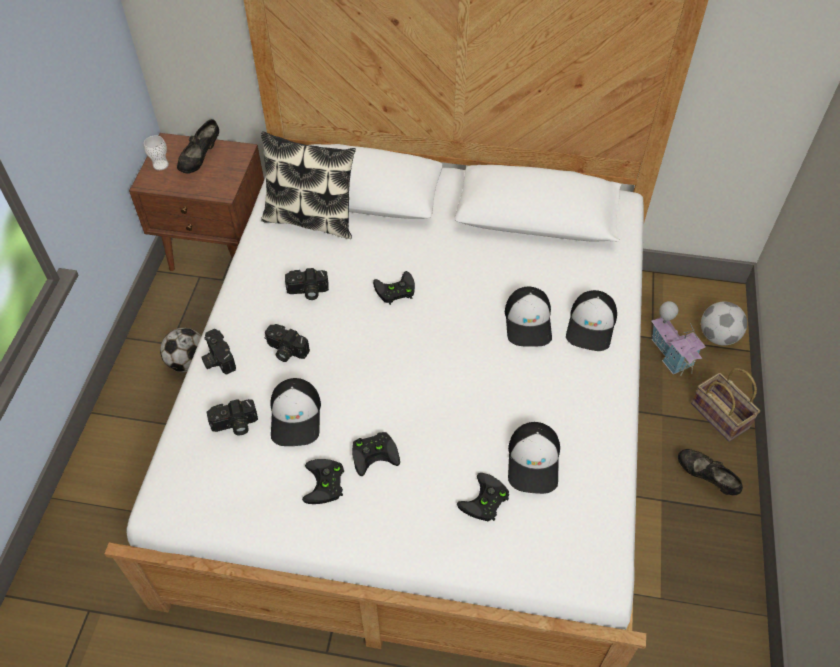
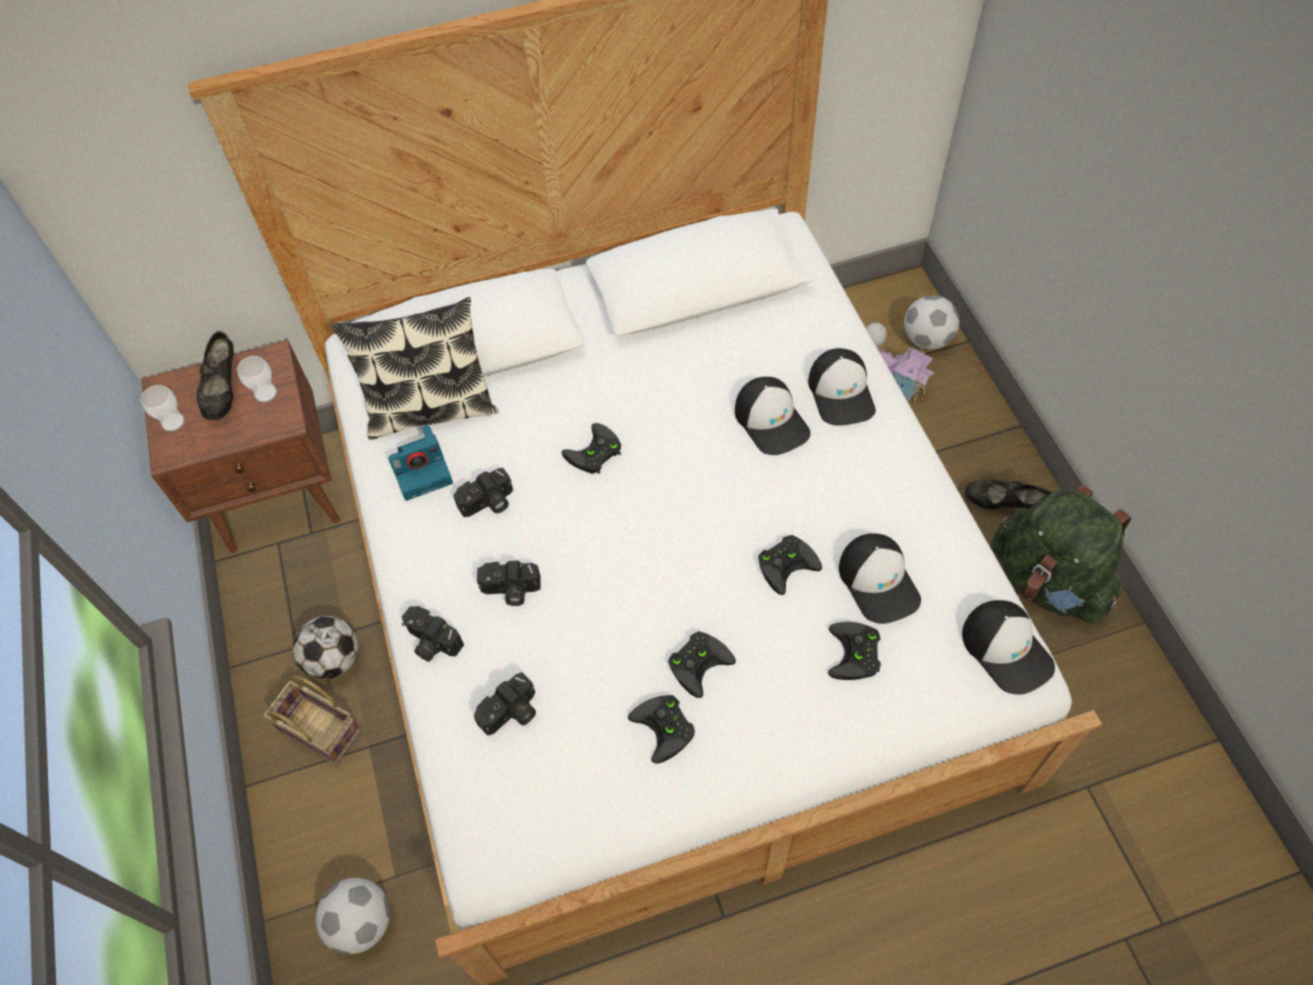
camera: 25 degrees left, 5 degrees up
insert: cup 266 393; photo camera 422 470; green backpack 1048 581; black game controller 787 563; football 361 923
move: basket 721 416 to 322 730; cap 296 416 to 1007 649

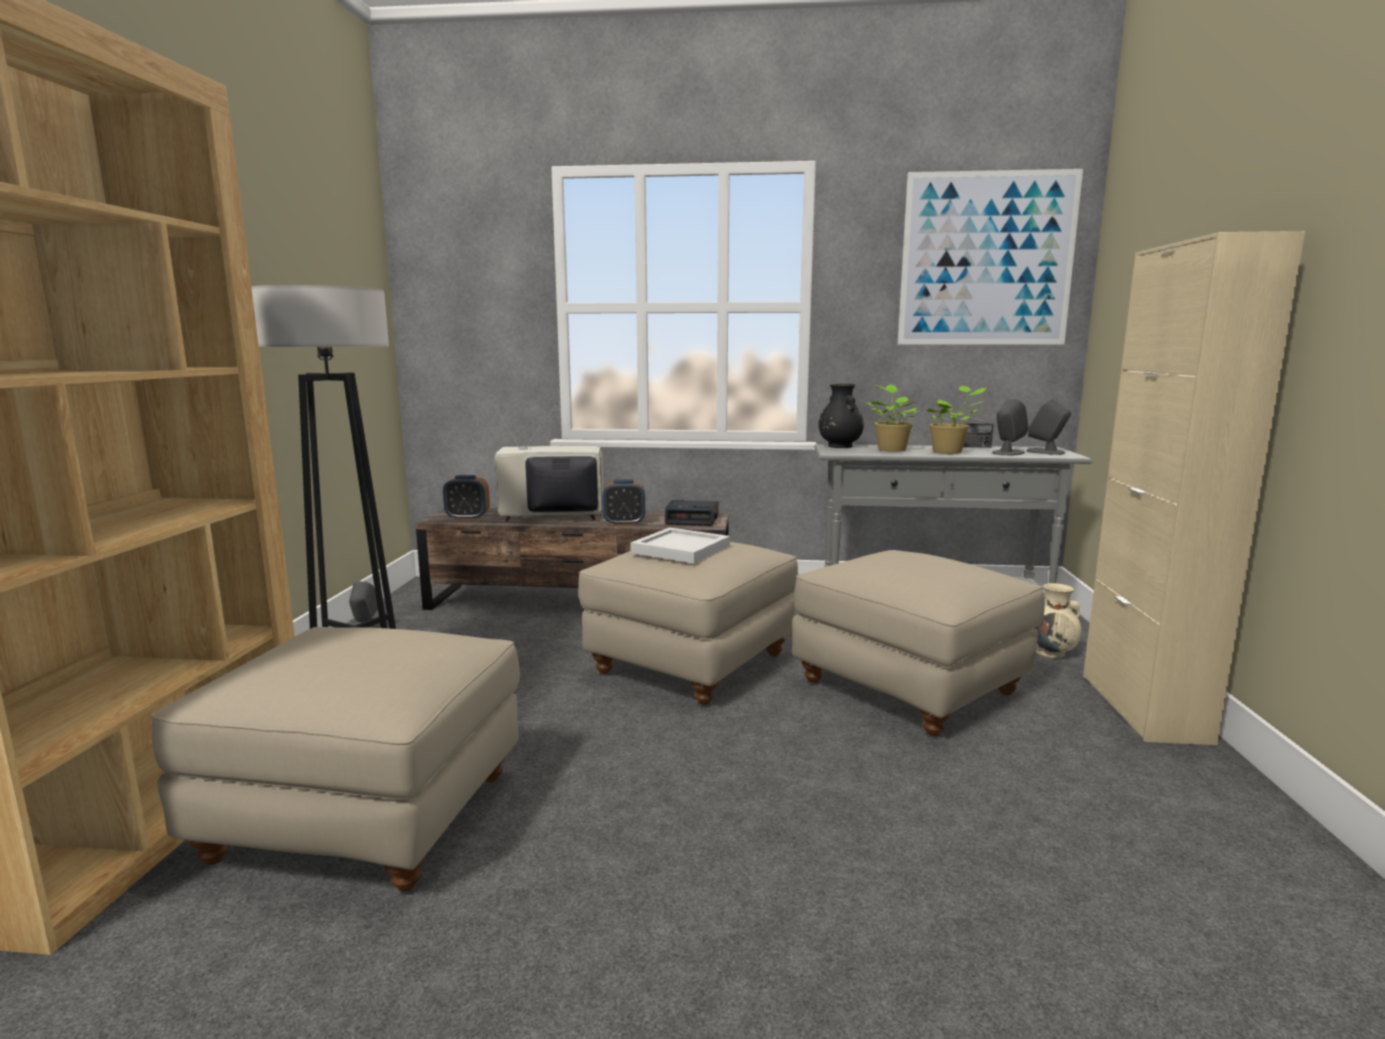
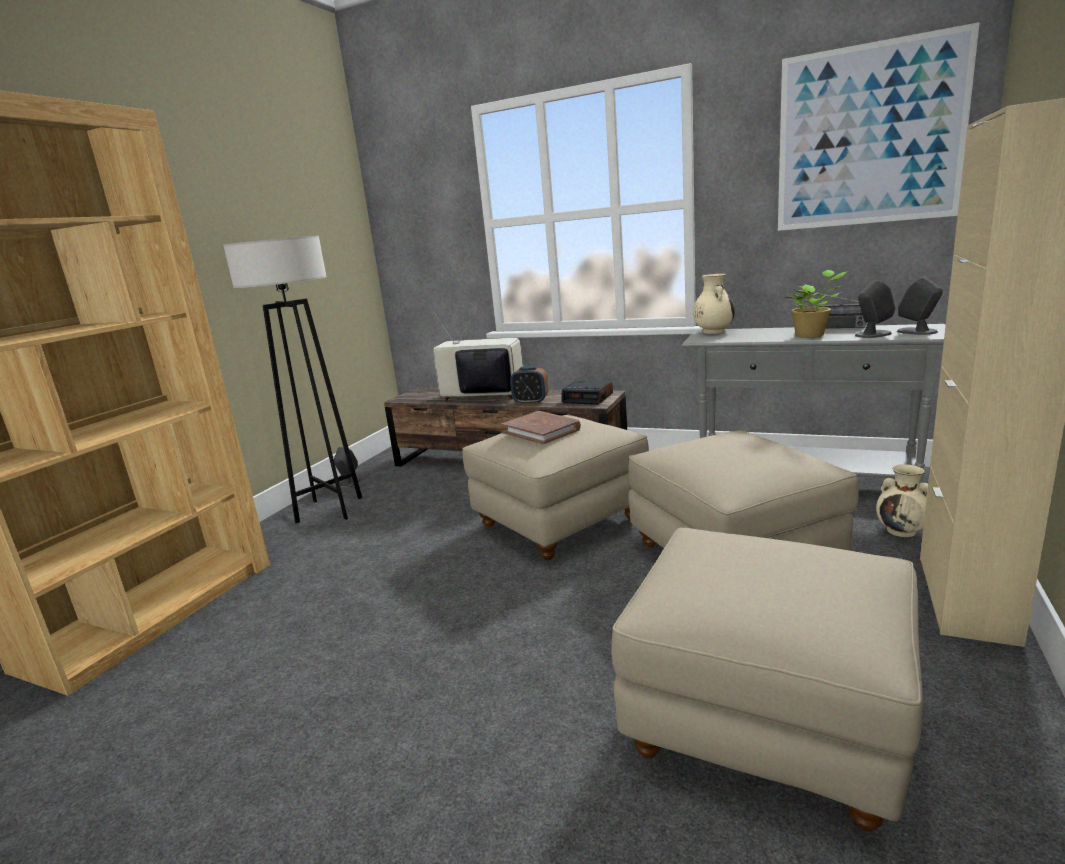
camera: 20 degrees right, 5 degrees up
delete: potted plant 891 449; alarm clock 467 518
move: beige ottoman 367 817 to 766 722
replace: white tray 681 549 to brown book 542 431
recolor: black vase 839 446 to beige vase 713 331

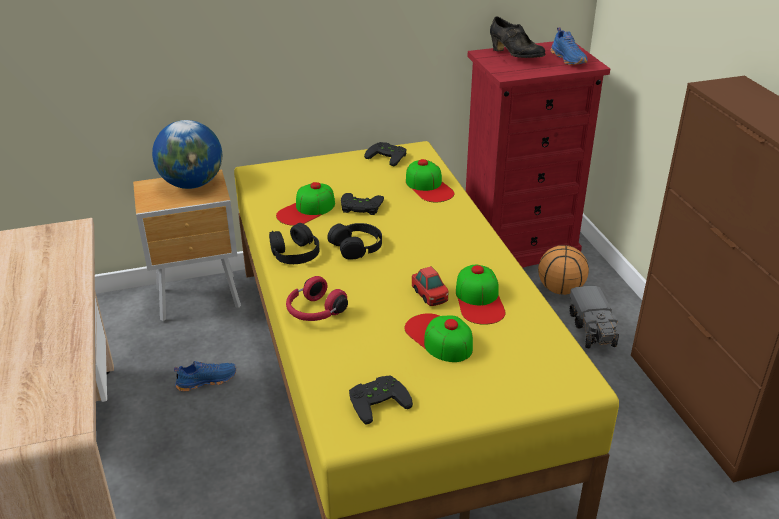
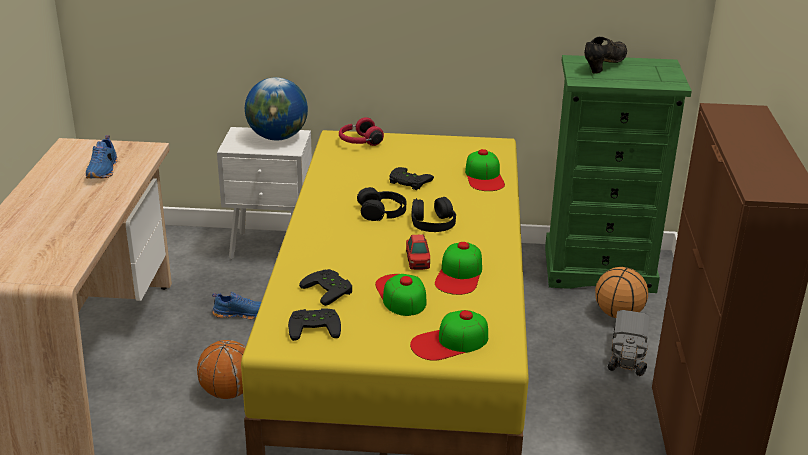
camera: 20 degrees right, 5 degrees down
insert: basketball 228 392
move: blue shoe 569 59 to 103 171; black game controller 388 156 to 330 289; cap 306 210 to 450 342; black headphones 295 253 to 432 223; red headphones 314 312 to 359 142
recolor: red dresser 518 248 to green dresser 599 269; brown nightstand 200 299 to white nightstand 272 249
rotate: black shoe 515 56 = 604 66 120 degrees counterclockwise

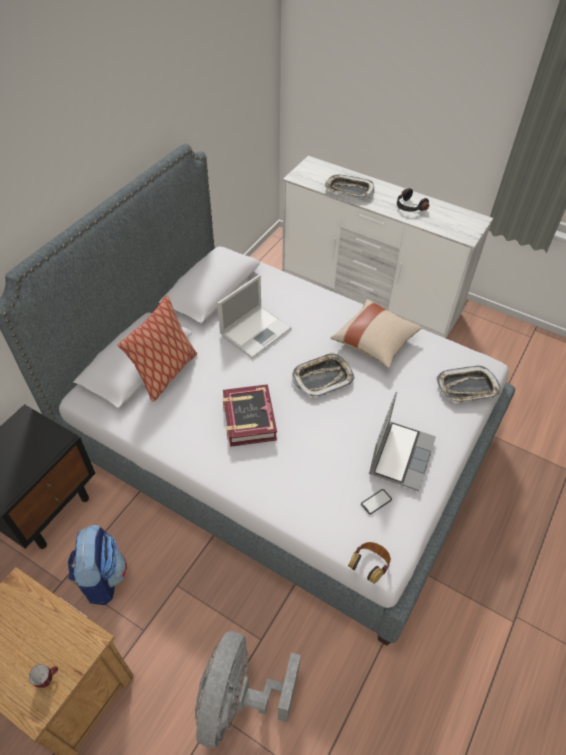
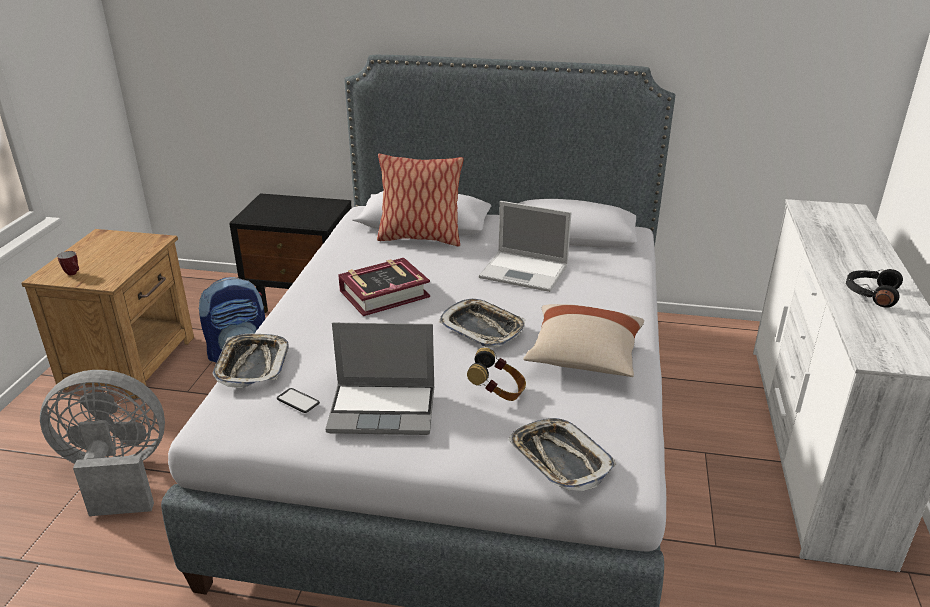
camera: 70 degrees right, 20 degrees down
move: tray 349 190 to 252 365; headphones 369 566 to 498 392

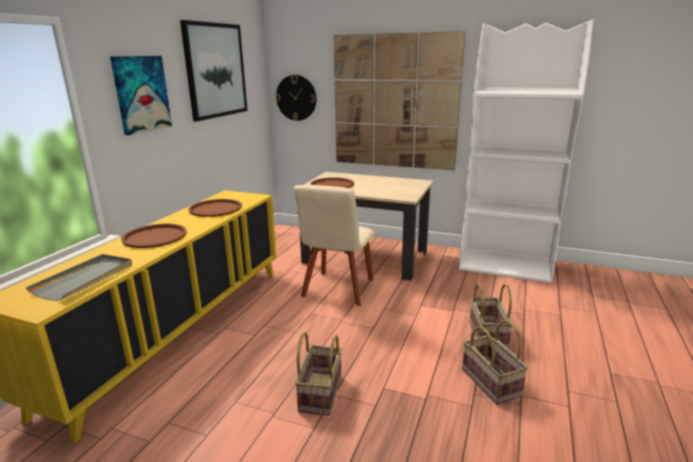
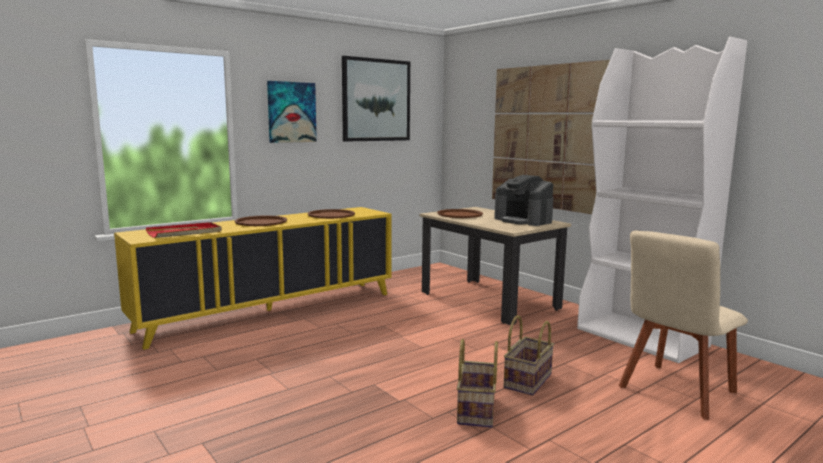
camera: 30 degrees right, 10 degrees down
delete: wall clock 296 98; basket 319 392
insert: coffee machine 523 220
move: beige chair 337 290 to 675 392
recolor: grey tray 85 279 to red tray 185 232

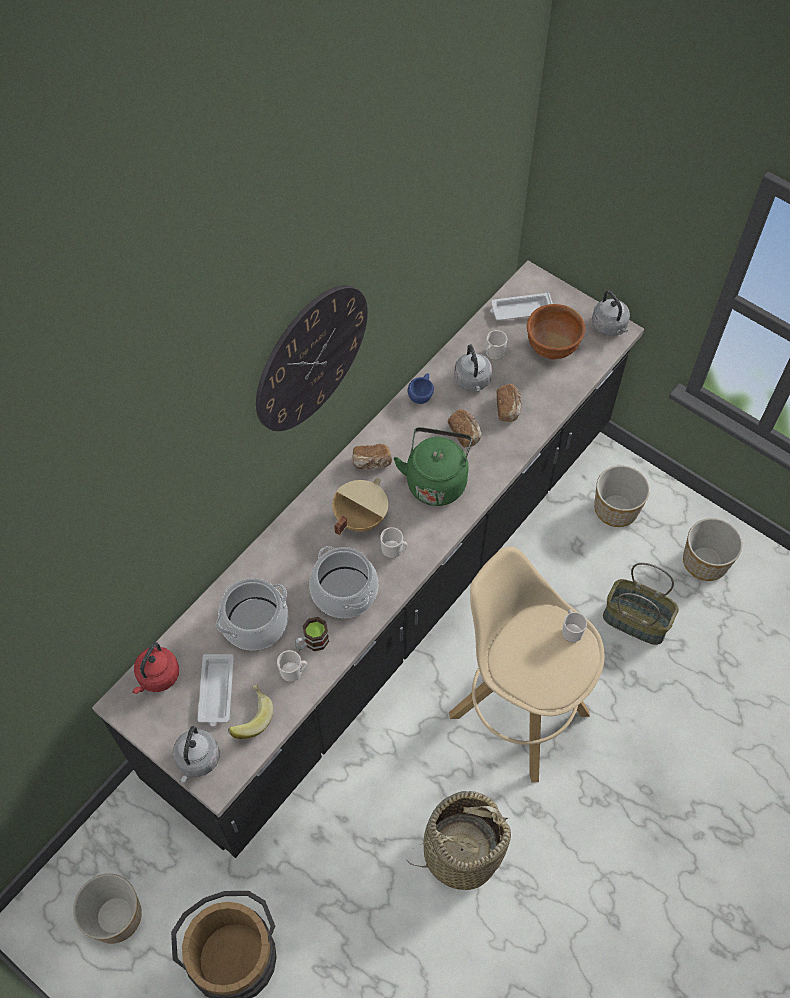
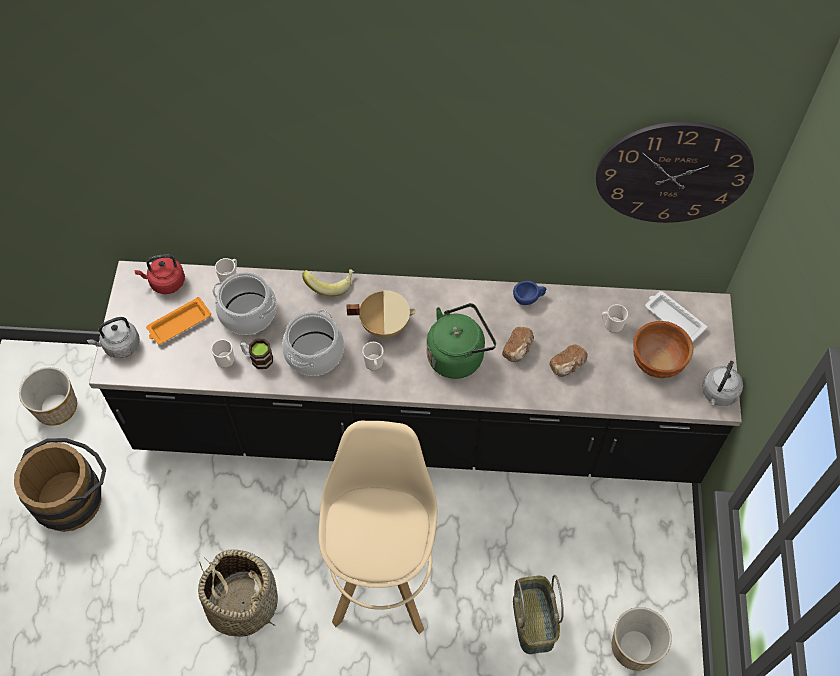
camera: 55 degrees right, 0 degrees up
delete: grey kettle 472 381; bread 372 463; planter 616 508
move: wall clock 311 358 to 673 173; mug 571 630 to 230 277; banana 250 717 to 330 284
recolor: white tray 216 691 to orange tray 178 324

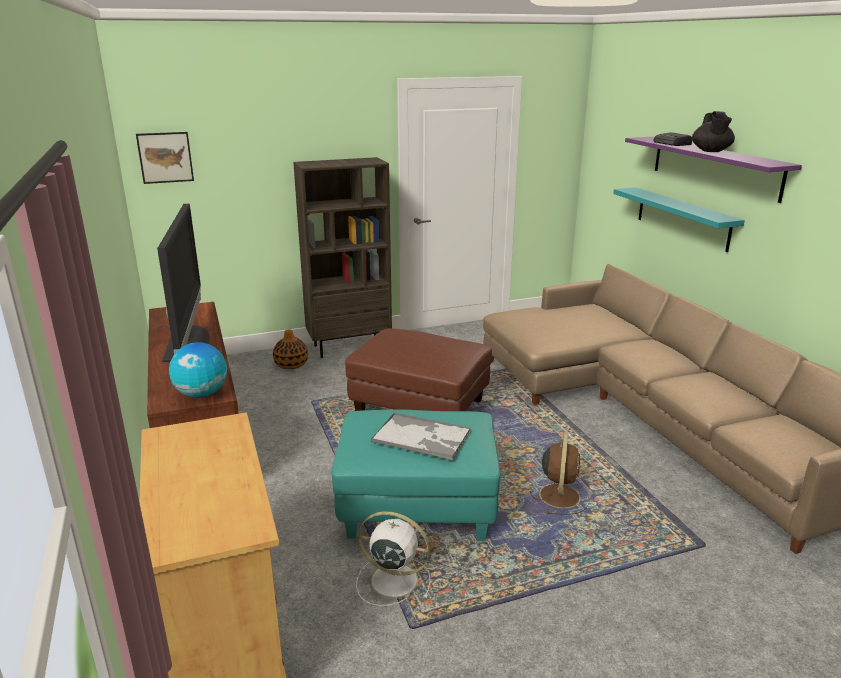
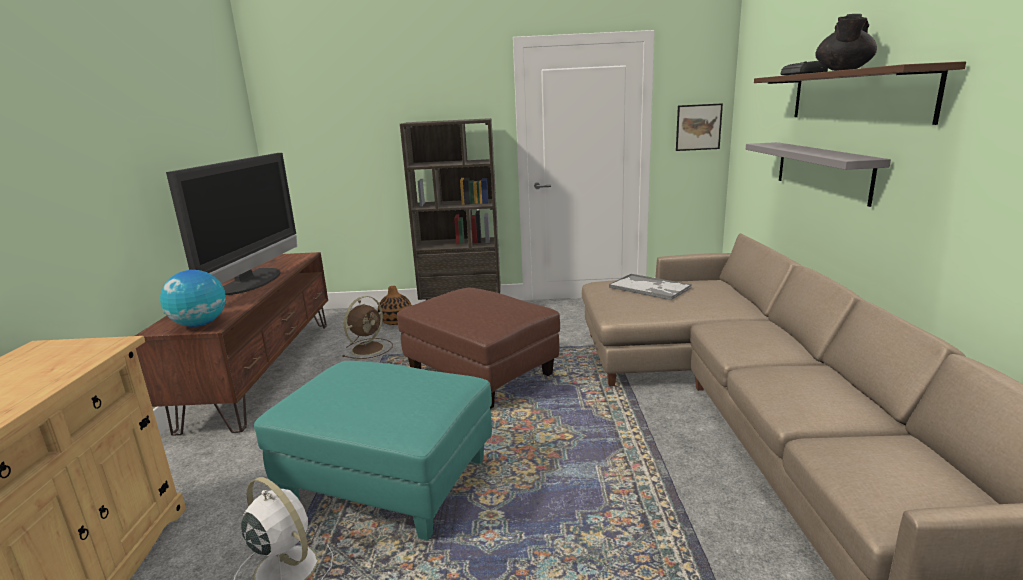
camera: 20 degrees right, 5 degrees down
move: picture 165 157 to 698 127; tray 422 437 to 650 288; brown fan 559 495 to 369 348
recolor: purple shelf 714 167 to brown shelf 856 95; turquoise shelf 682 218 to grey shelf 821 170

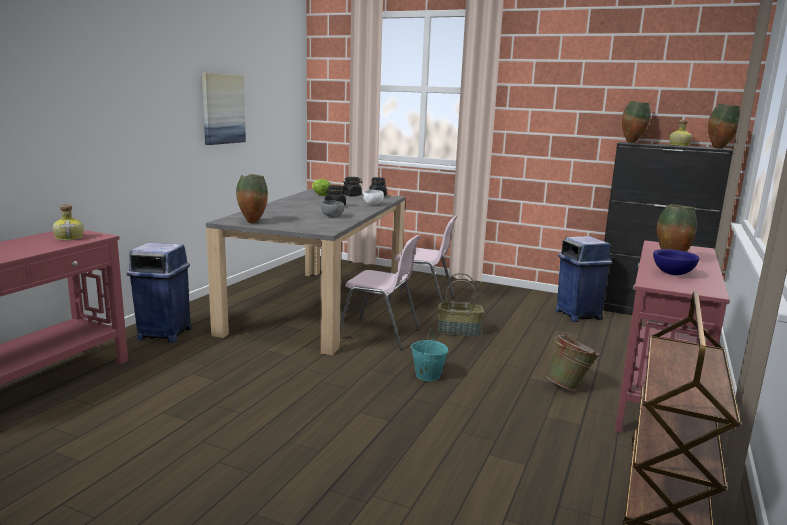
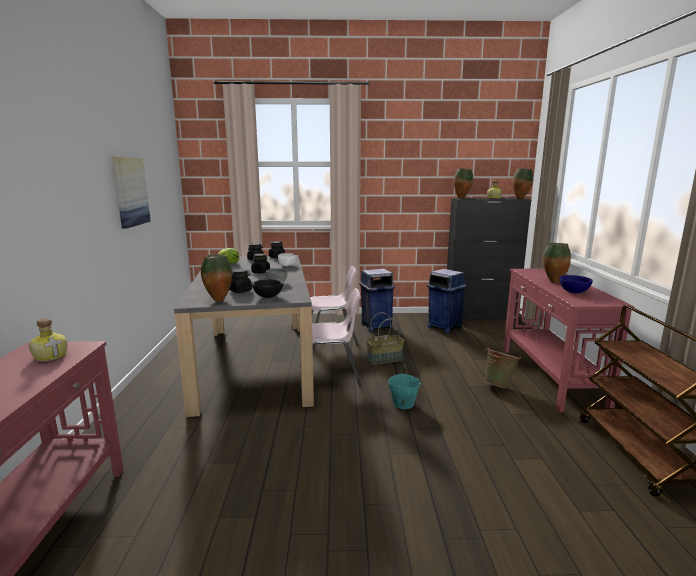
camera: 25 degrees left, 0 degrees up
insert: black jar 241 291; black bowl 268 297
move: blue trash can 164 334 to 376 326

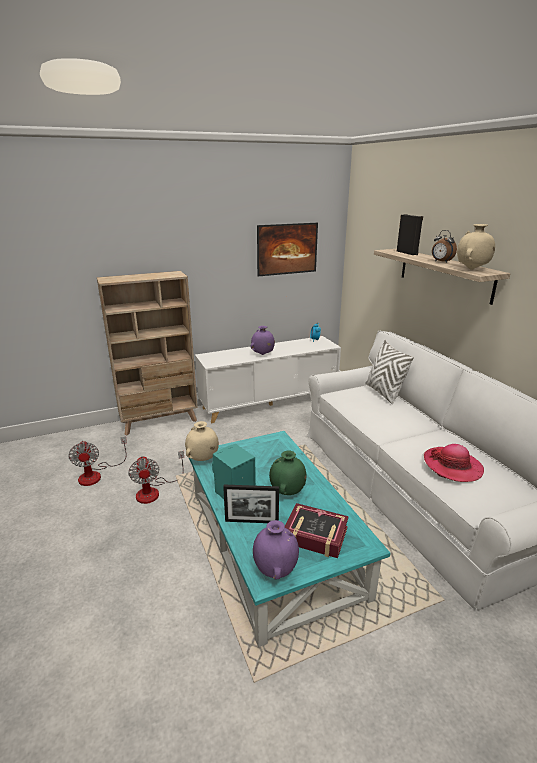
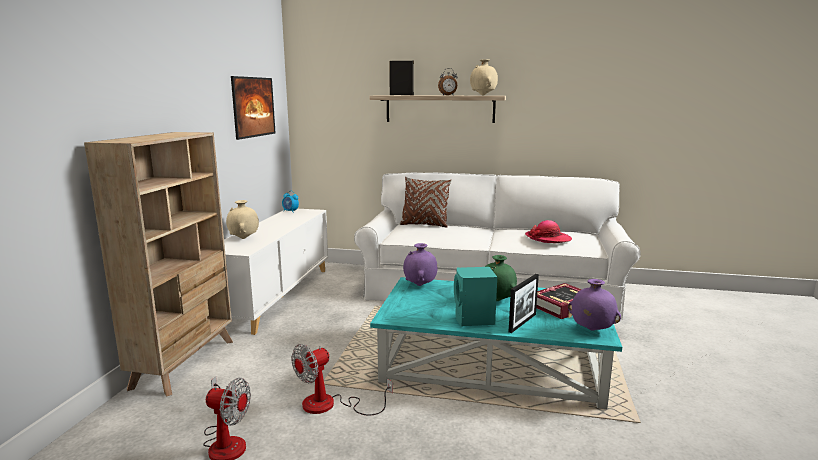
camera: 55 degrees left, 10 degrees down
move: purple vase 262 354 to 420 285; beige vase 203 459 to 244 238
recolor: white pillow 384 393 to brown pillow 424 225
rotate: fan 154 491 = 330 405 120 degrees clockwise

